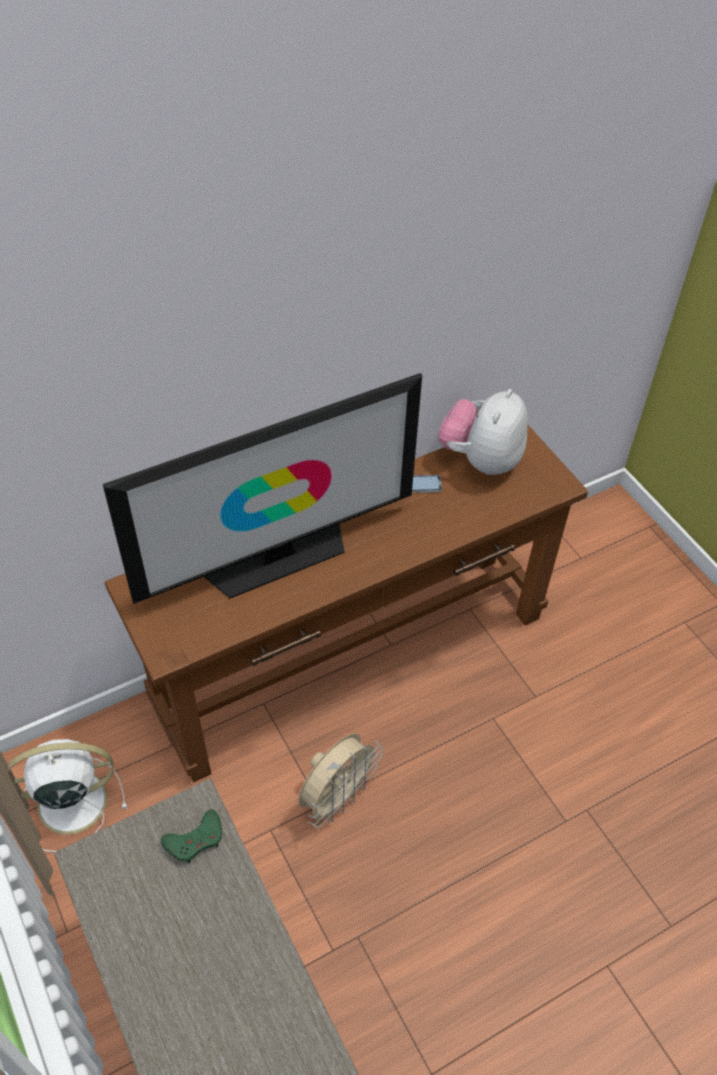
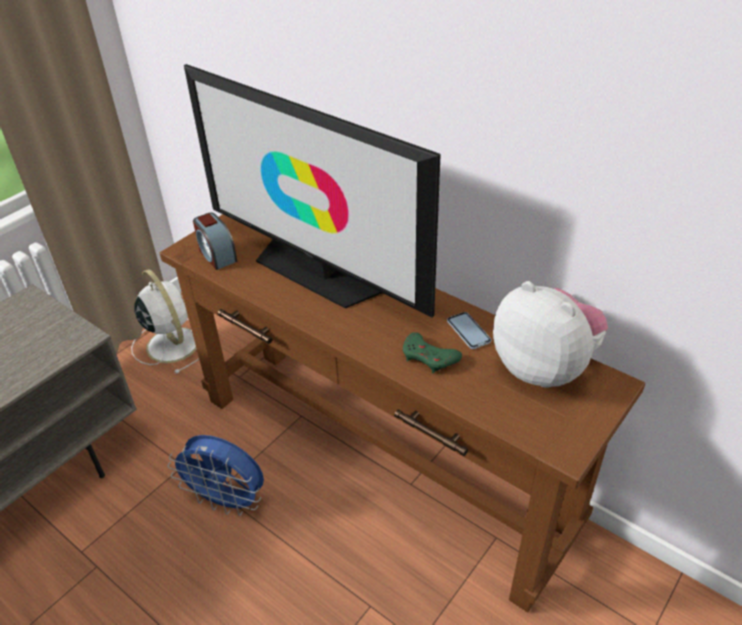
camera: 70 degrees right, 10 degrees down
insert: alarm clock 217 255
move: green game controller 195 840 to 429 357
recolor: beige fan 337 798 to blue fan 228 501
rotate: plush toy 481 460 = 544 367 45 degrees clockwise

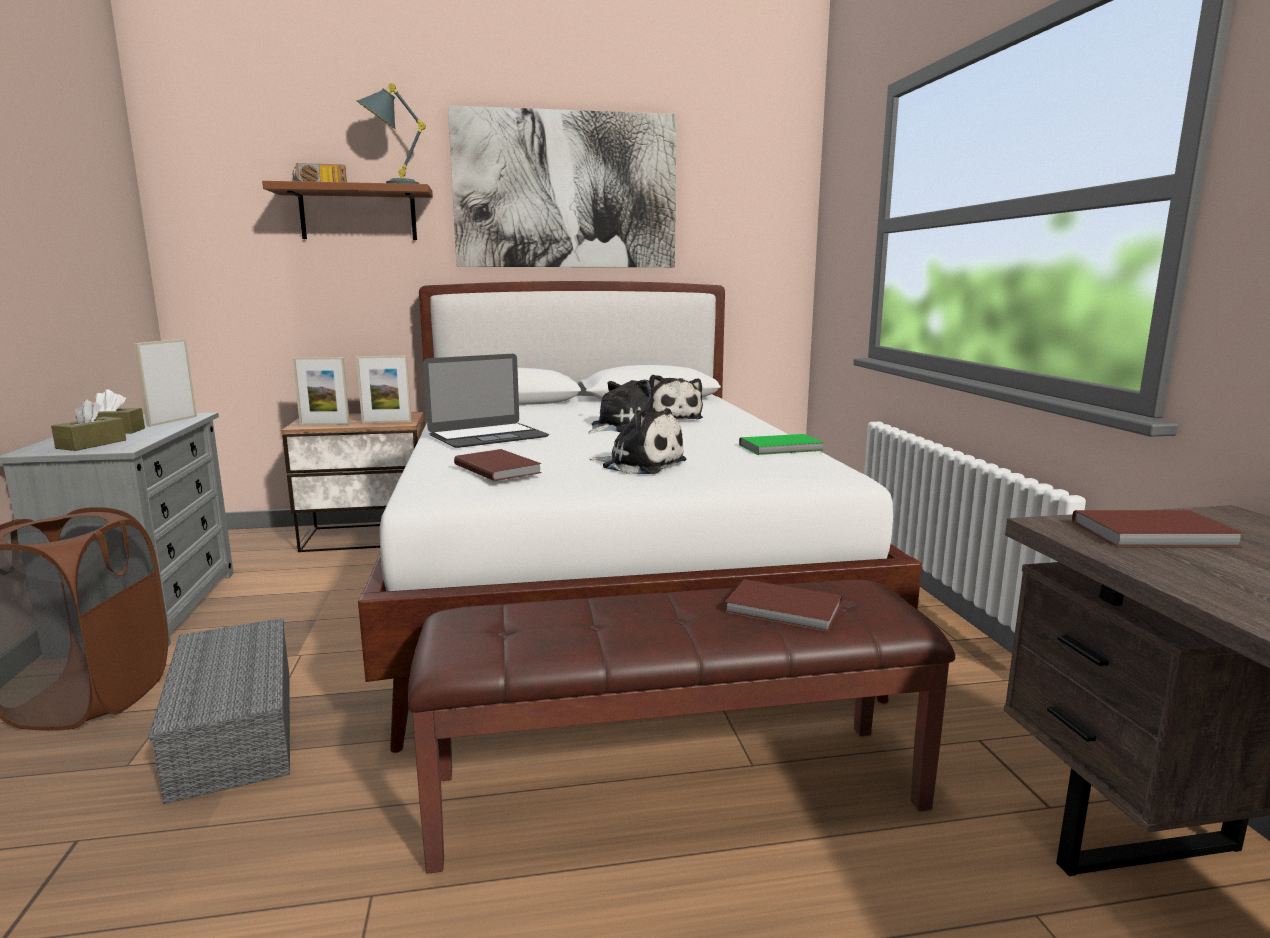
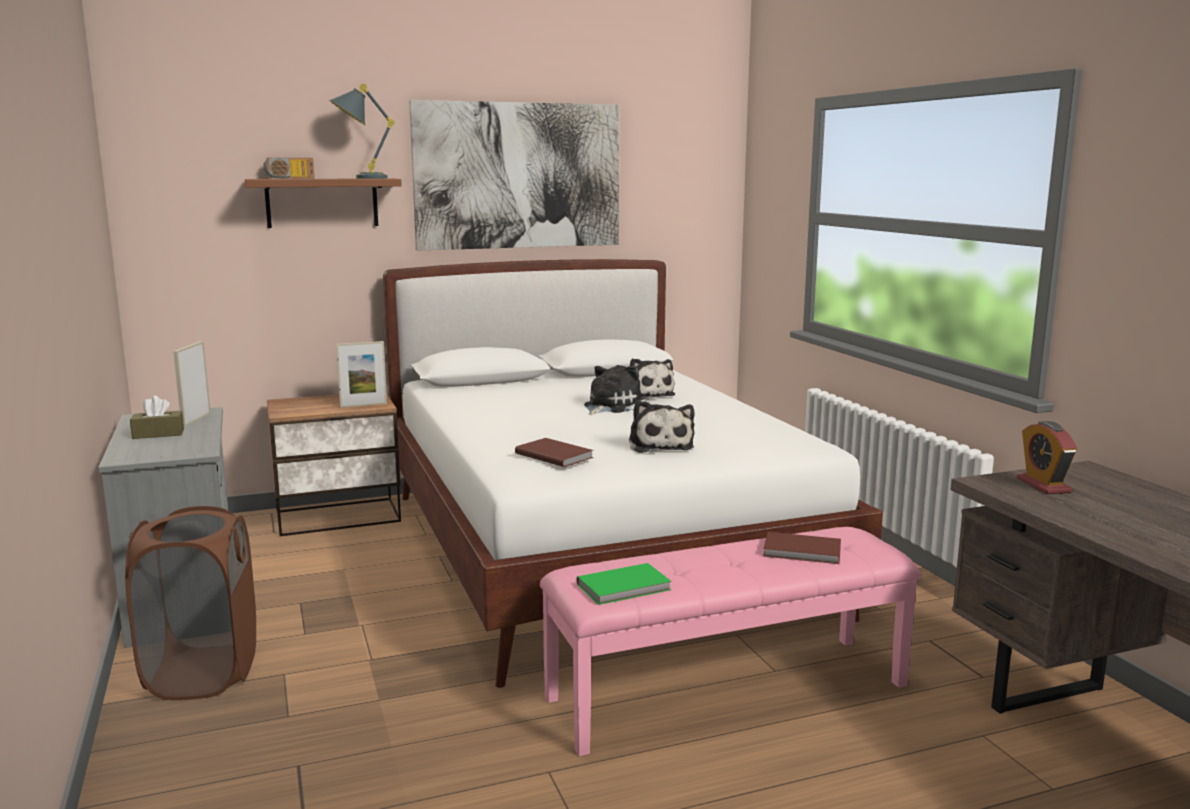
camera: 10 degrees left, 0 degrees up
delete: laptop 488 436; picture frame 324 424; brown tissue box 91 444; grey storage box 237 730
move: green book 782 448 to 625 587
replace: brown book 1156 535 to alarm clock 1043 485
recolor: brown bench 676 788 to pink bench 727 690
rotate: plush toy 640 465 = 660 445 60 degrees clockwise

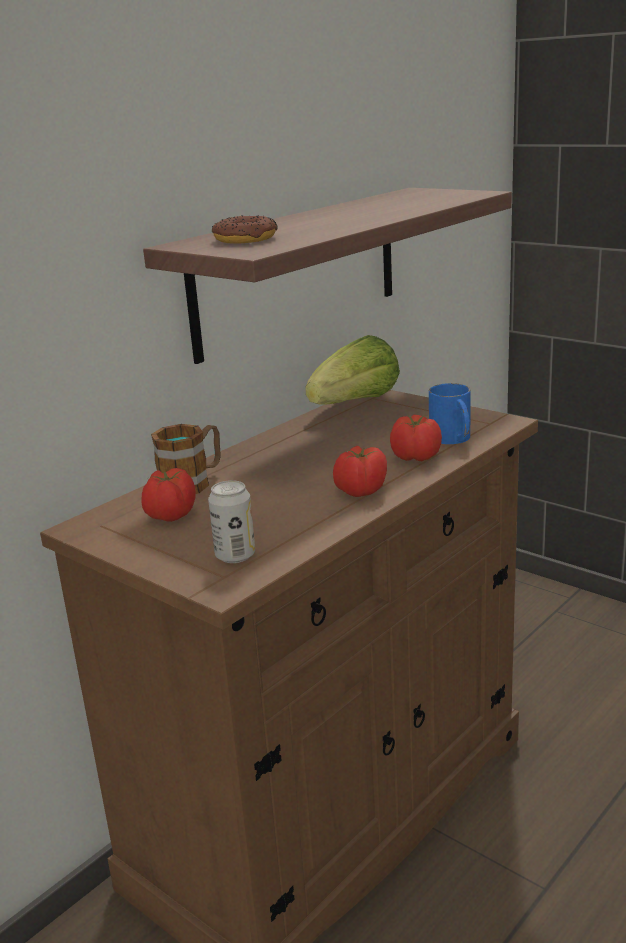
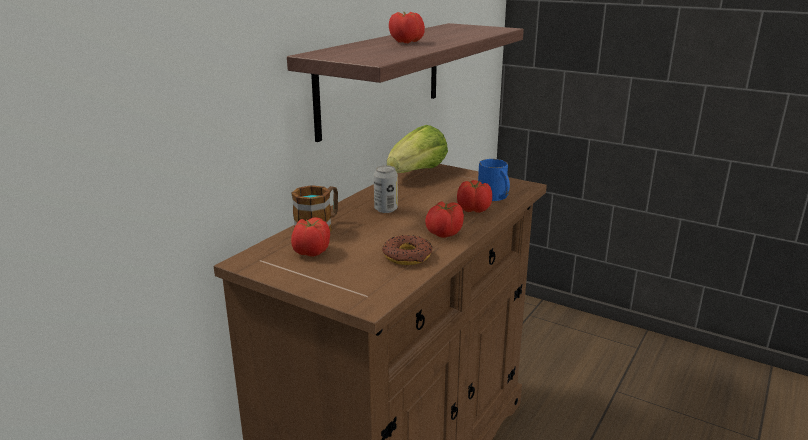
camera: 10 degrees left, 0 degrees up
insert: tomato 407 42
move: donut 245 239 to 407 256; can 235 556 to 386 209

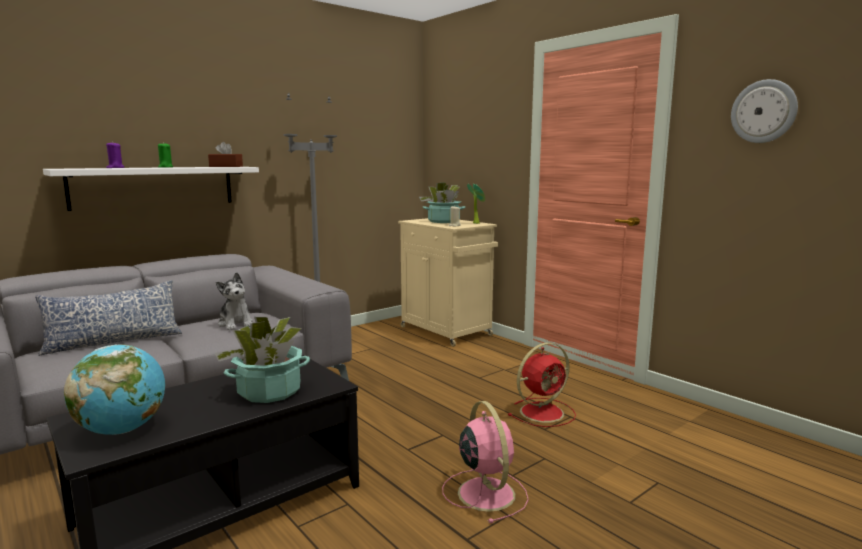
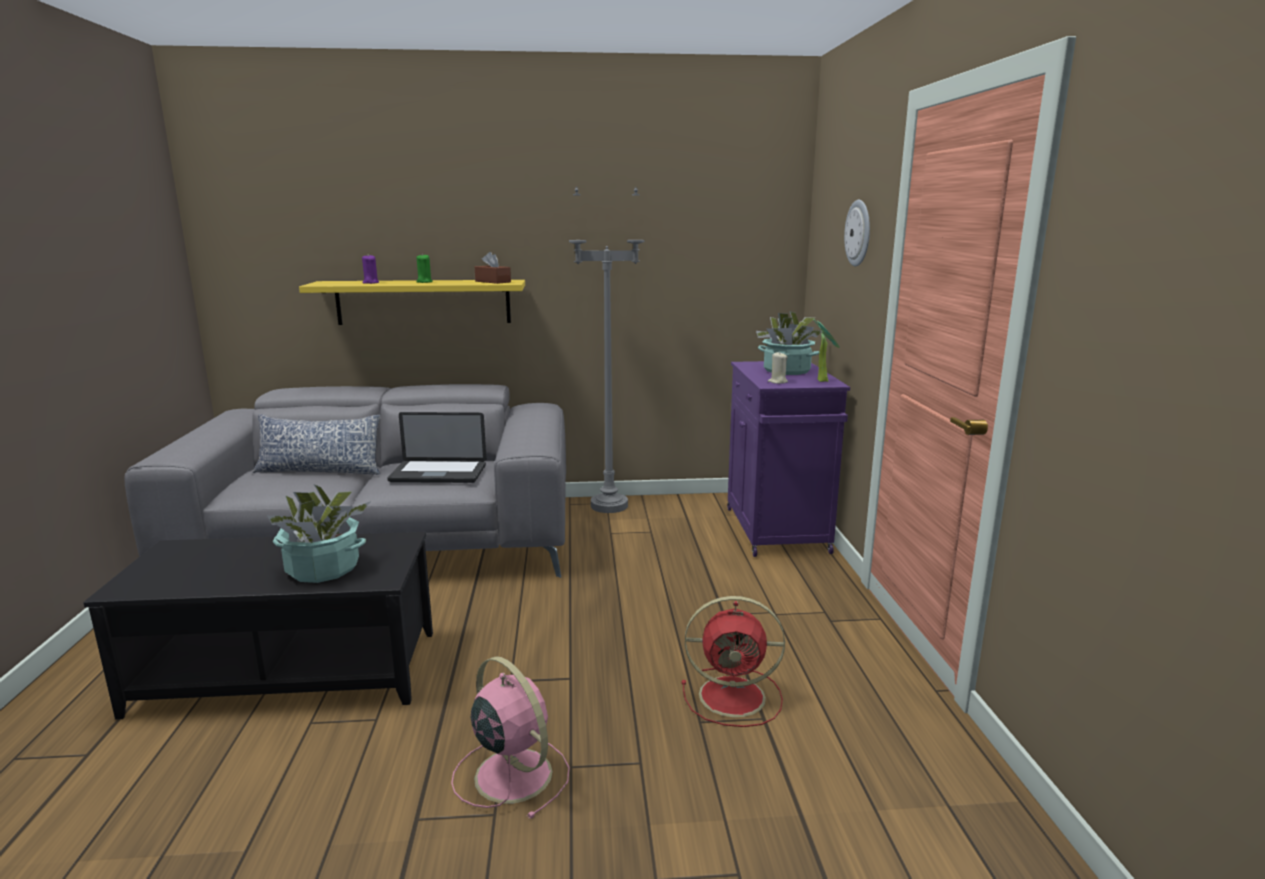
camera: 35 degrees right, 5 degrees up
delete: globe 122 430
move: wall clock 763 111 to 859 233
replace: plush toy 236 324 to laptop 438 473
recolor: white shelf 154 187 to yellow shelf 423 302; beige cabinet 447 331 to purple cabinet 777 531
rotate: pink fan 485 492 = 511 773 60 degrees counterclockwise

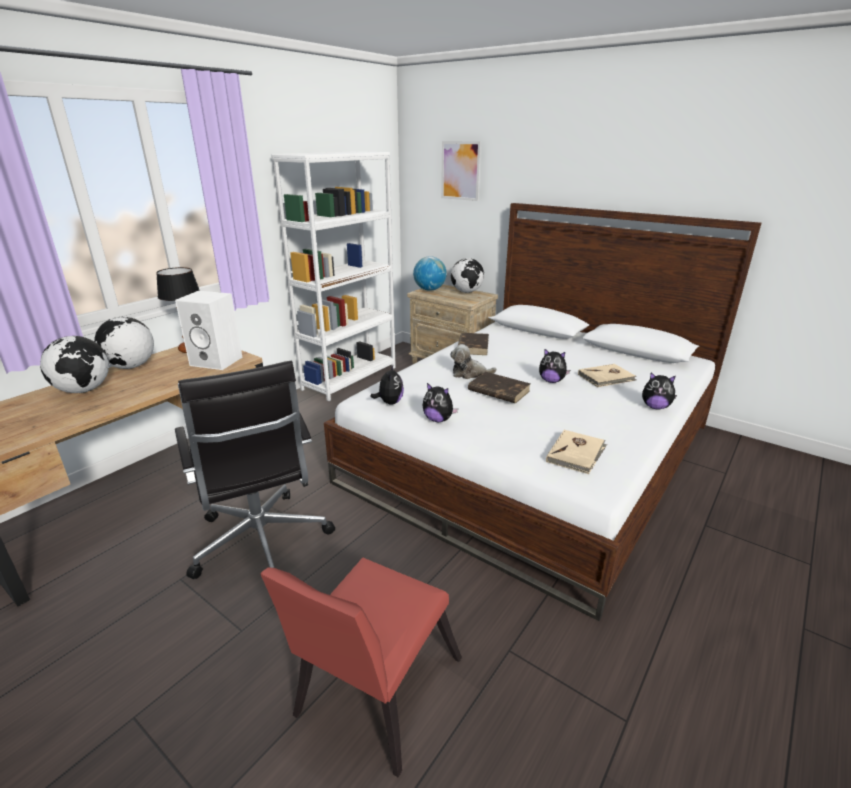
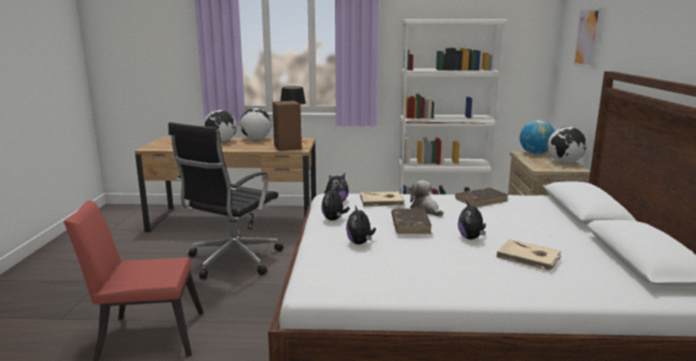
camera: 55 degrees right, 10 degrees down
move: plush toy 655 407 to 360 243; beige book 576 453 to 381 201
recolor: white speaker 218 361 to brown speaker 288 147

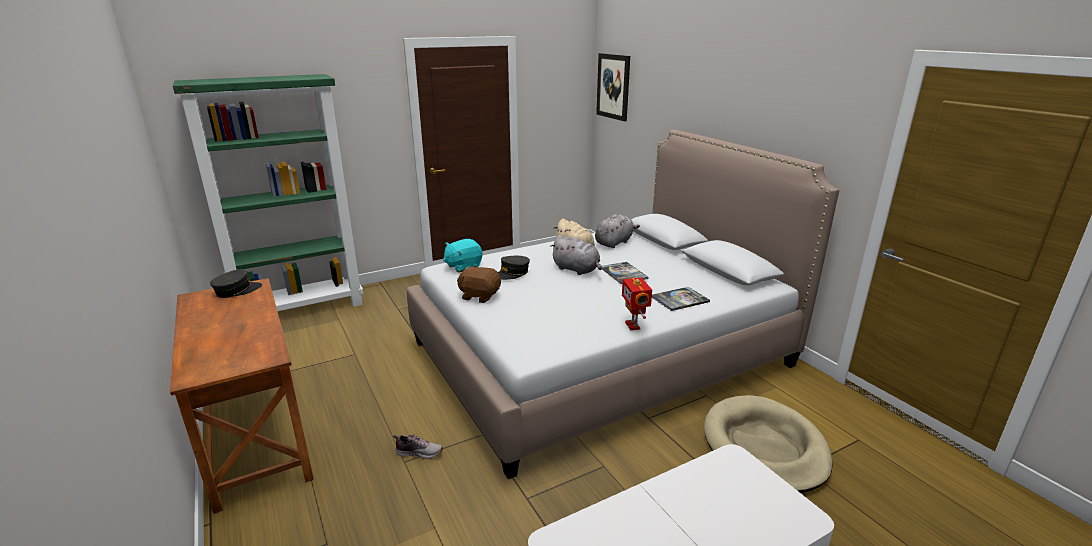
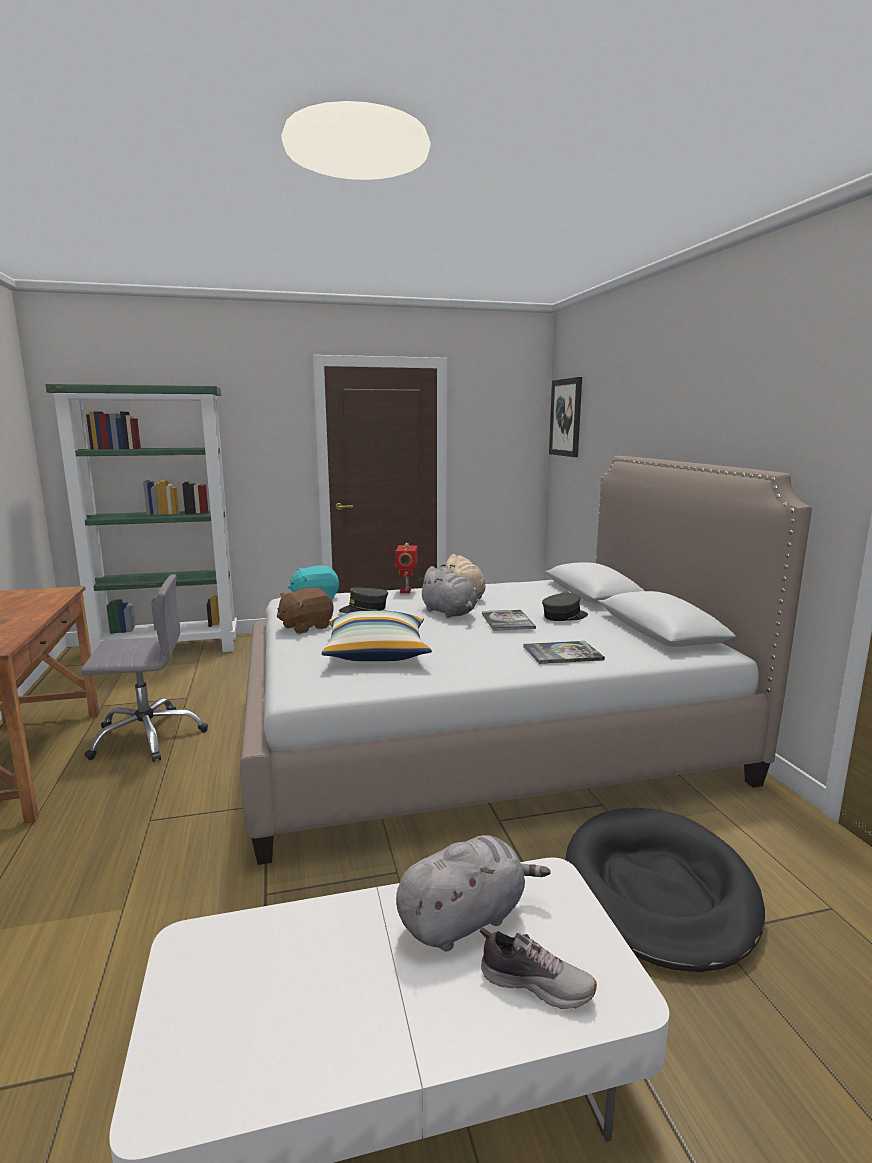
camera: 15 degrees right, 10 degrees down
insert: grey office chair 147 736; pillow 377 653
move: grey plush toy 614 242 to 465 918; grey cap 237 290 to 564 616; toy robot 634 325 to 406 591; shoe 419 452 to 535 983
recolor: beige dog bed 764 447 to black dog bed 658 890
rotate: brown plush toy 479 296 = 305 627 75 degrees counterclockwise

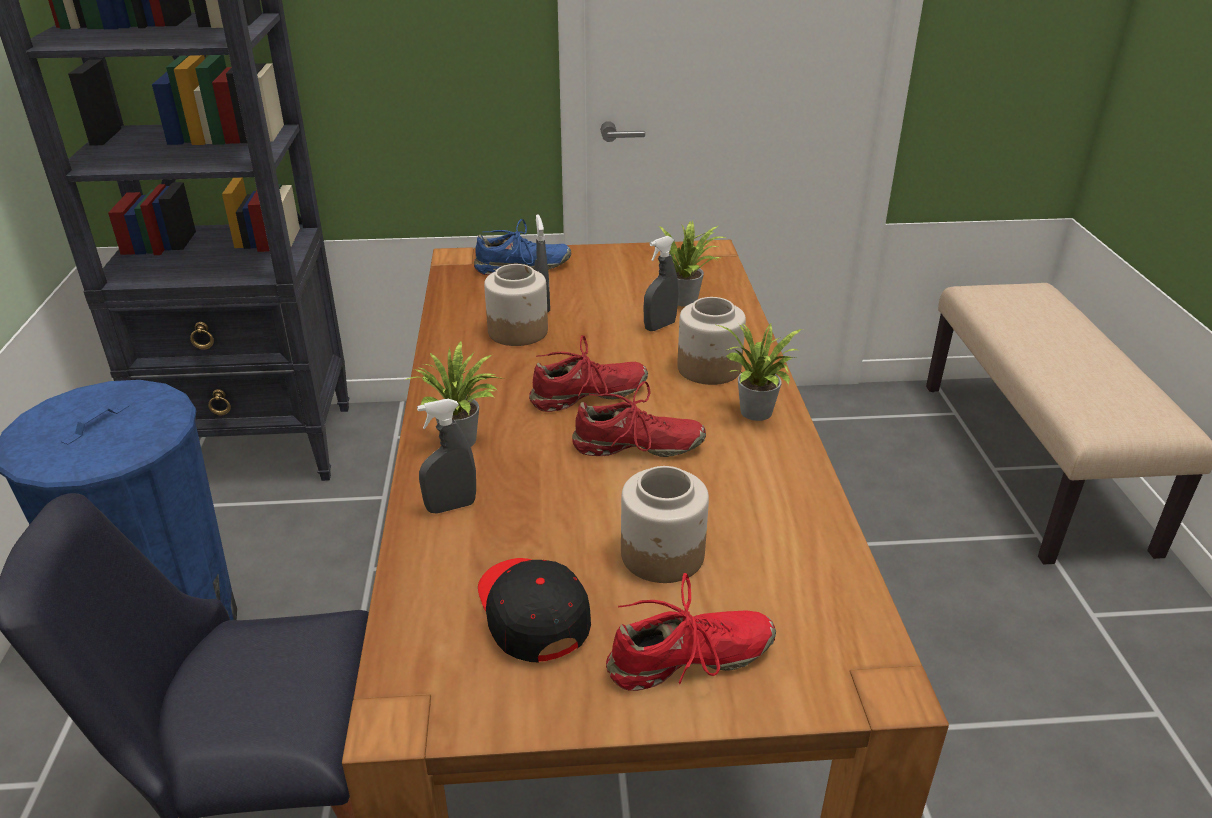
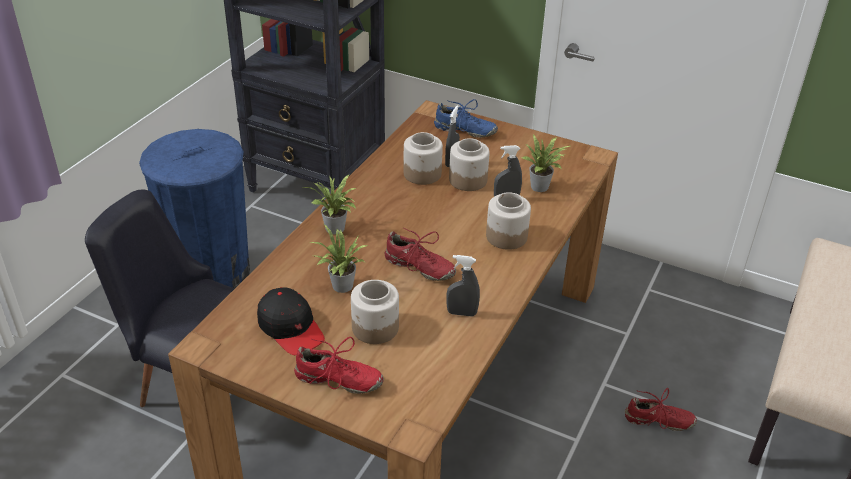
camera: 30 degrees right, 5 degrees up
insert: jar 468 180
move: potted plant 755 414 to 340 287; red shoe 588 396 to 658 421; grey spray bottle 451 506 to 461 313
rotate: black cap 531 613 = 291 328 135 degrees clockwise

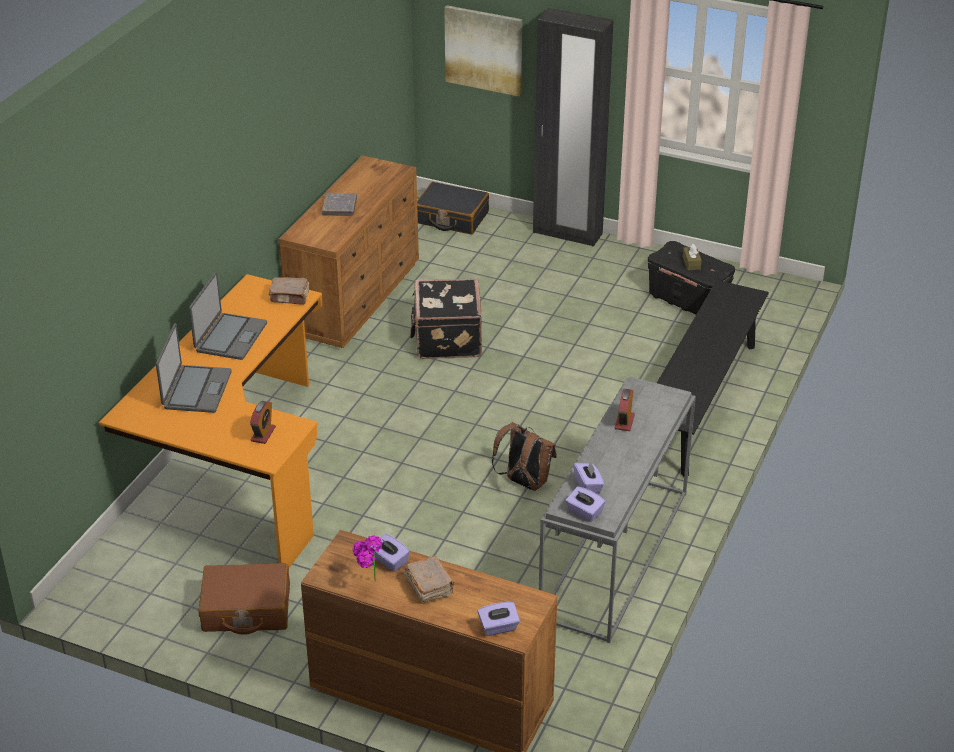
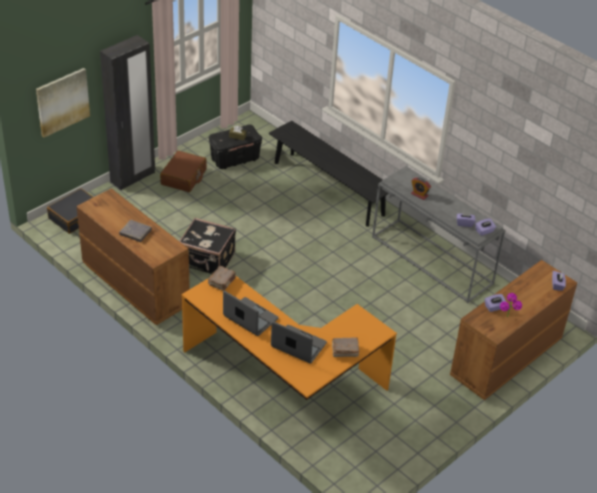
camera: 70 degrees left, 5 degrees up
delete: alarm clock 263 434; brown backpack 524 483
move: brown book 429 585 to 344 351; brown suitcase 246 609 to 184 177

